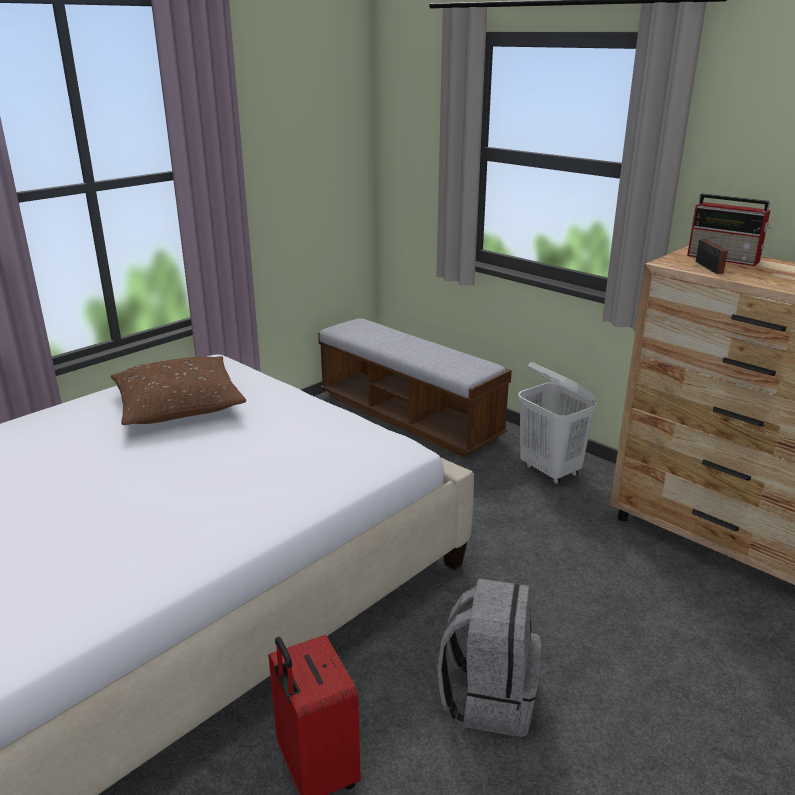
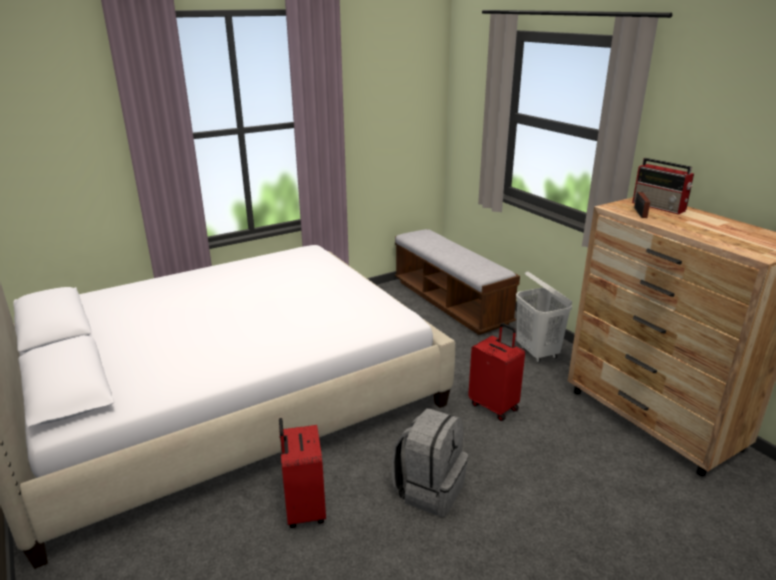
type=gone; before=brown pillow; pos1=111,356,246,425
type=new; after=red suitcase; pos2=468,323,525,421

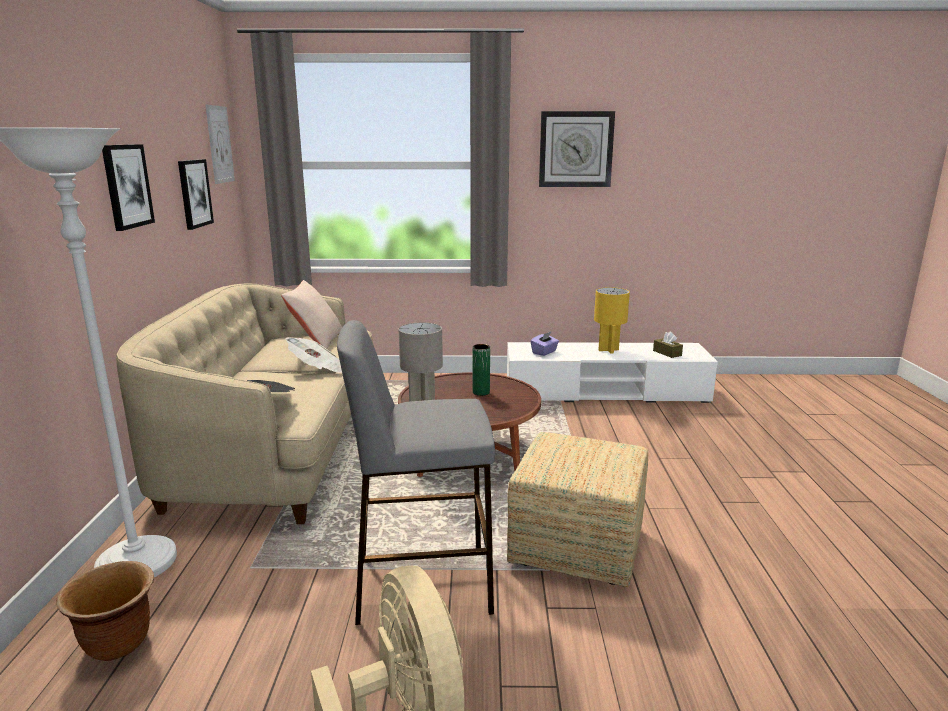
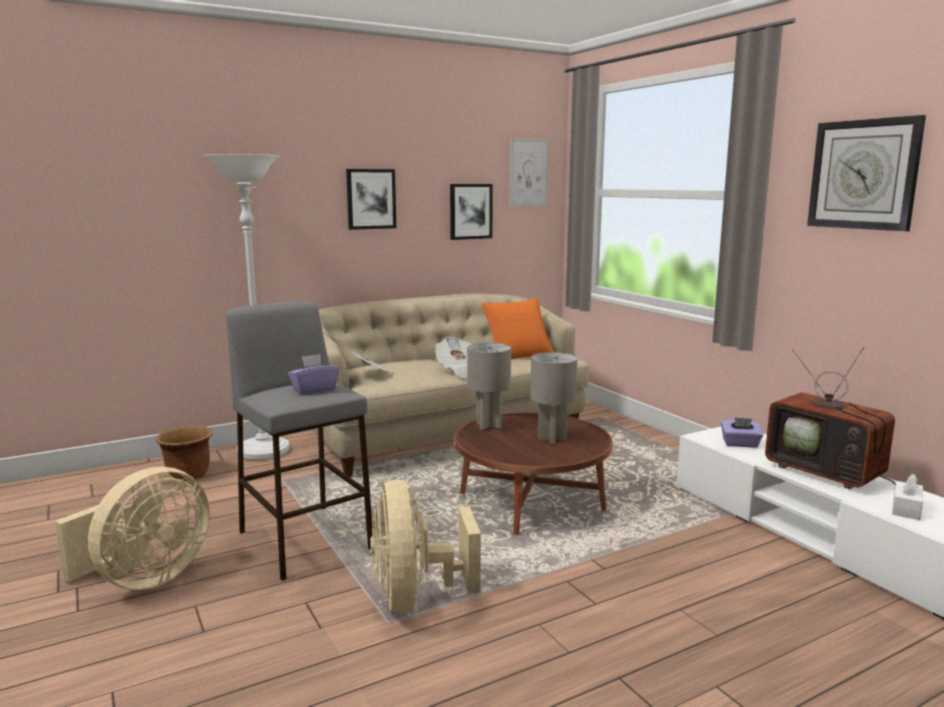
type=new; after=purple tissue box; pos2=288,354,339,394
type=swapped; before=green vase; after=grey table lamp; pos1=473,344,490,396; pos2=530,352,578,444
type=swapped; before=ottoman; after=beige fan; pos1=507,432,648,587; pos2=370,480,481,612
type=swapped; before=yellow table lamp; after=television; pos1=594,287,630,353; pos2=765,348,896,489
type=repainted; before=beige pillow; after=orange pillow; pos1=281,280,342,349; pos2=481,299,554,359
type=repainted; before=brown tissue box; after=white tissue box; pos1=653,332,683,358; pos2=892,474,923,520

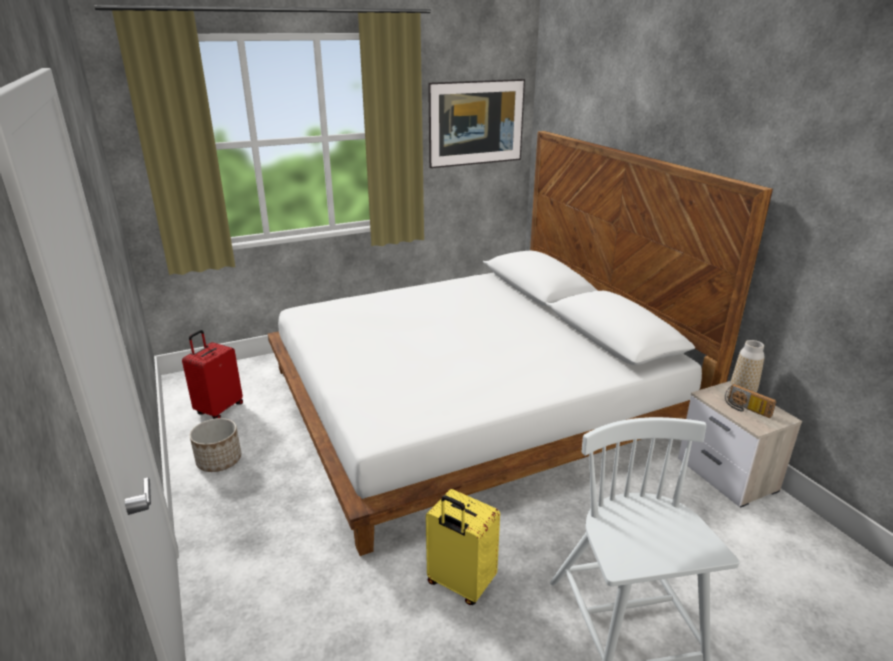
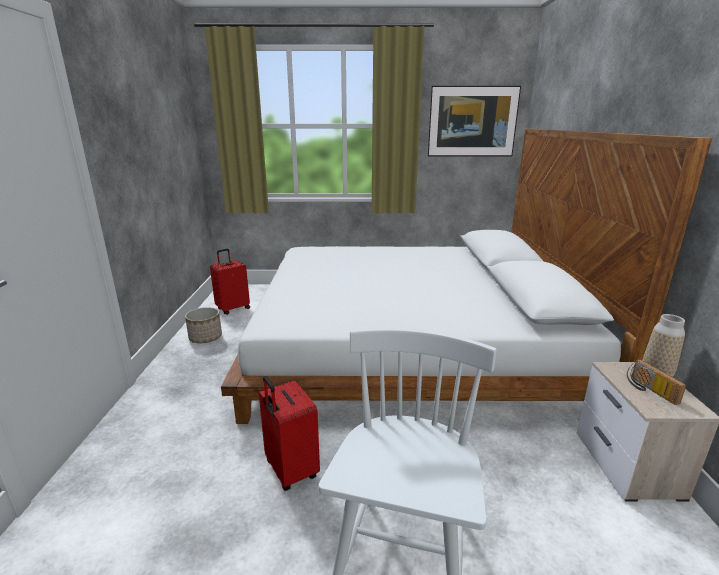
type=repainted; before=yellow suitcase; after=red suitcase; pos1=426,489,500,605; pos2=259,376,320,491

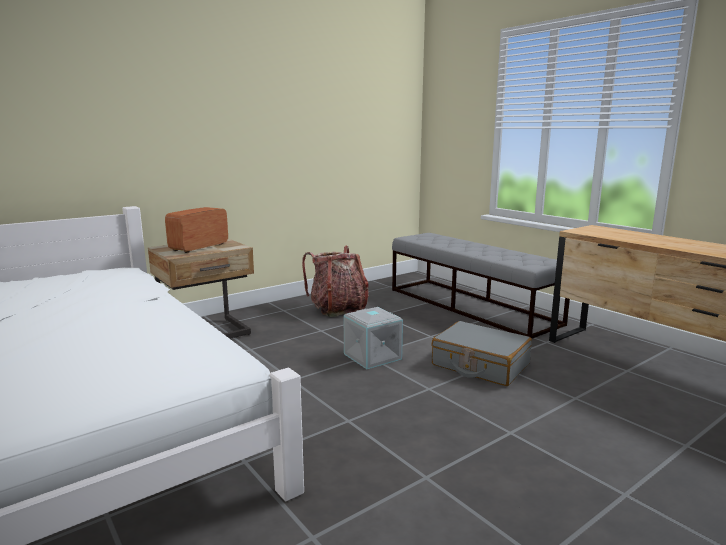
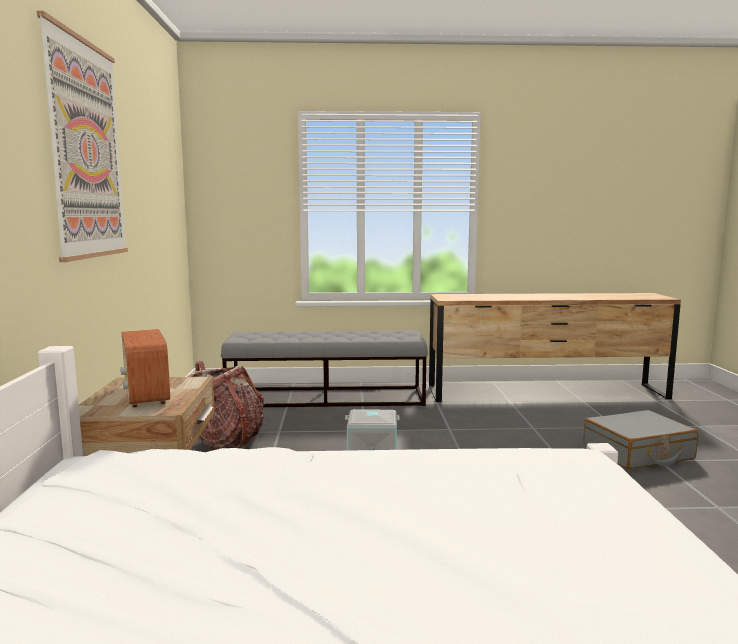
type=new; after=picture; pos2=37,11,128,262
type=shifted; before=grey suitcase; pos1=431,321,532,386; pos2=583,410,698,469

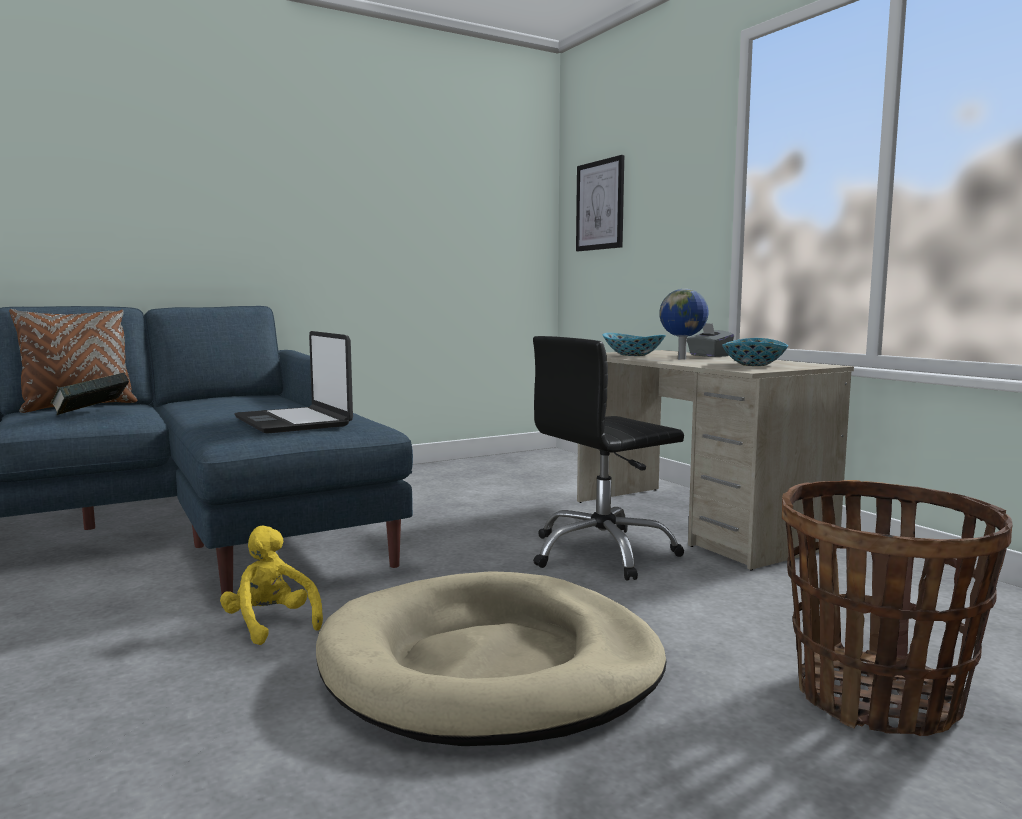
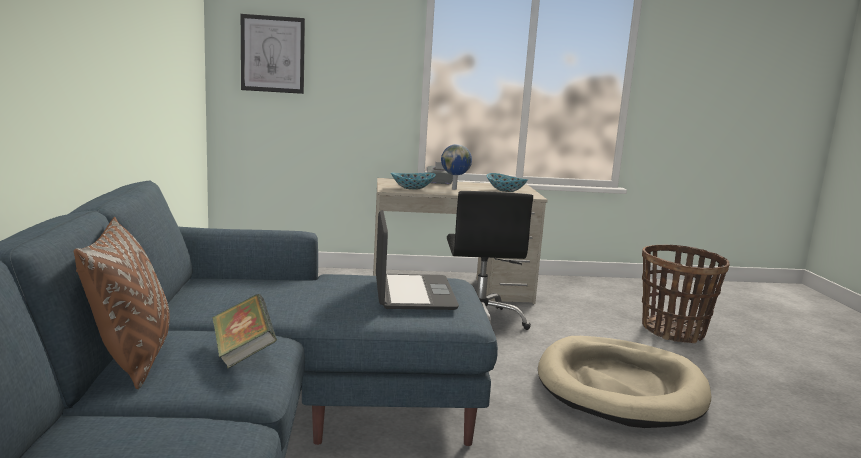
type=gone; before=yellow plush toy; pos1=220,526,323,645
type=rotated; before=laptop; pos1=235,331,353,434; pos2=376,210,459,310; turn=-90

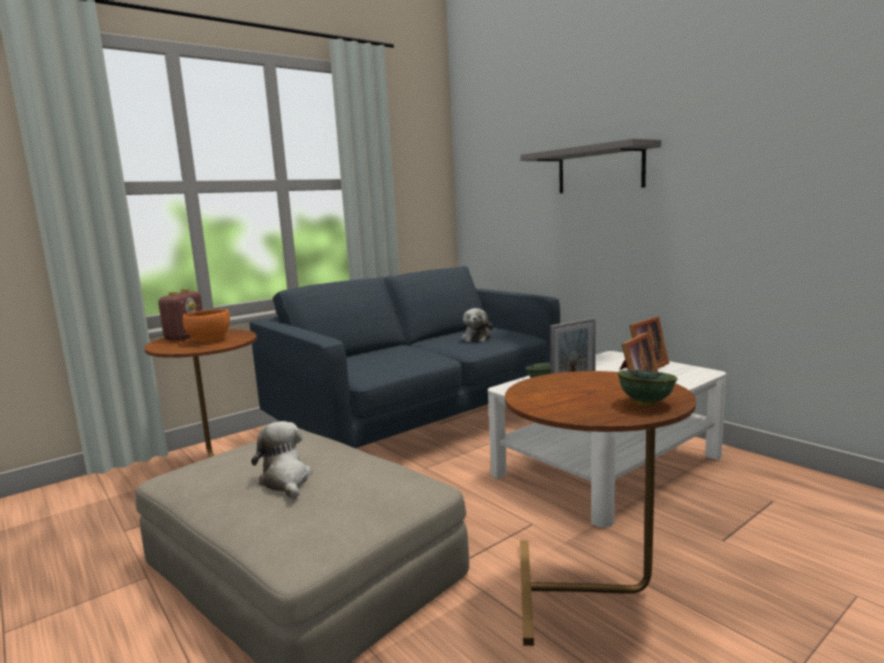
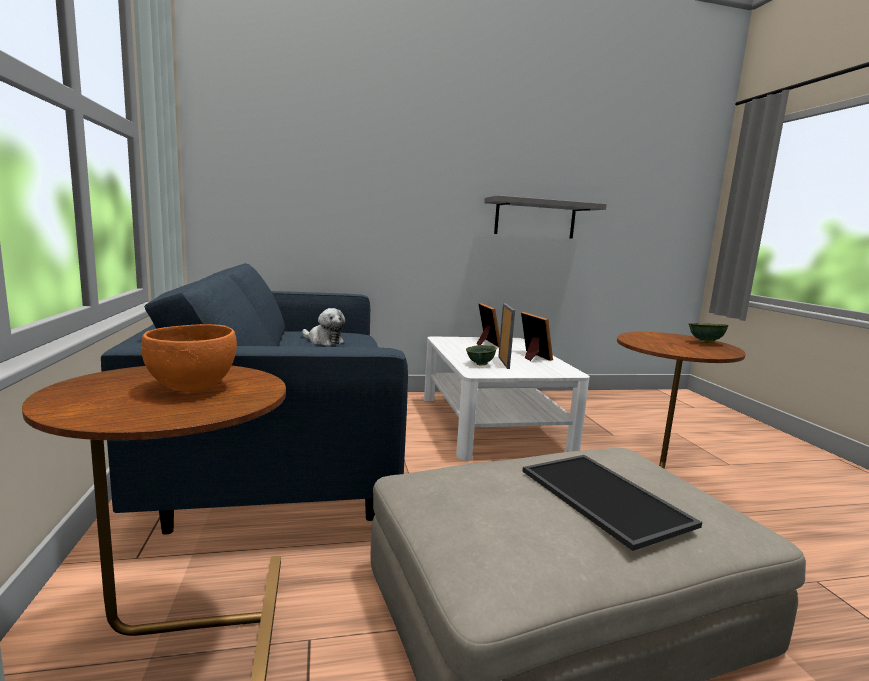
type=gone; before=radio; pos1=158,289,203,341
type=shifted; before=grey shelf; pos1=520,138,661,193; pos2=484,195,607,239
type=swapped; before=plush toy; after=tray; pos1=251,421,312,499; pos2=522,455,702,551

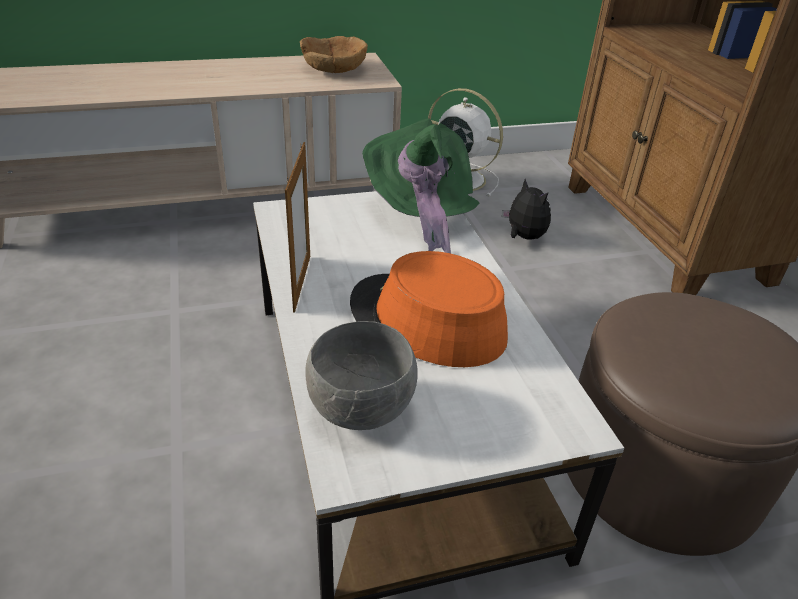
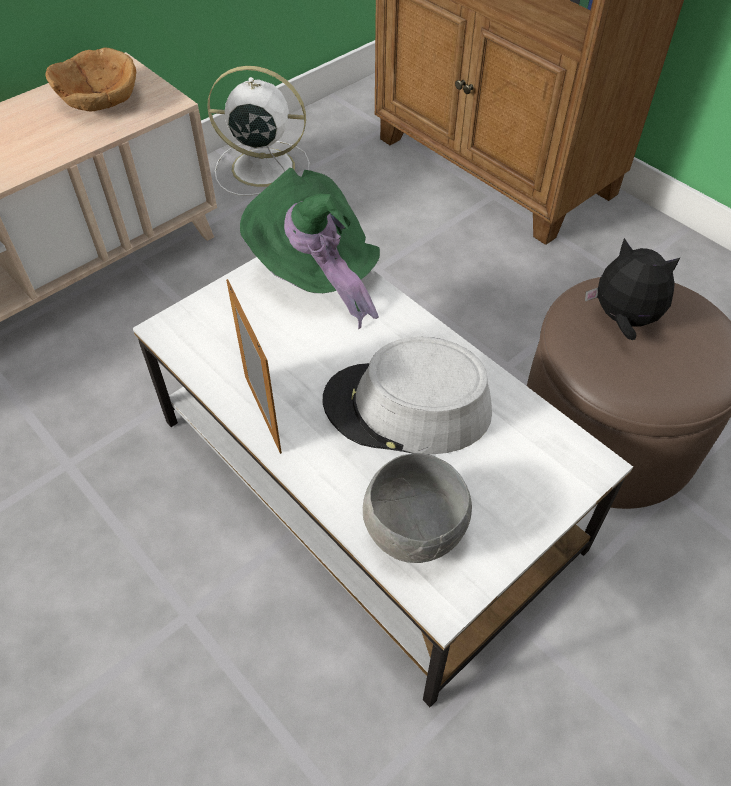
type=shifted; before=plush toy; pos1=502,179,551,240; pos2=585,238,680,340
type=repainted; before=orange hat; after=grey hat; pos1=350,251,508,367; pos2=323,337,492,454

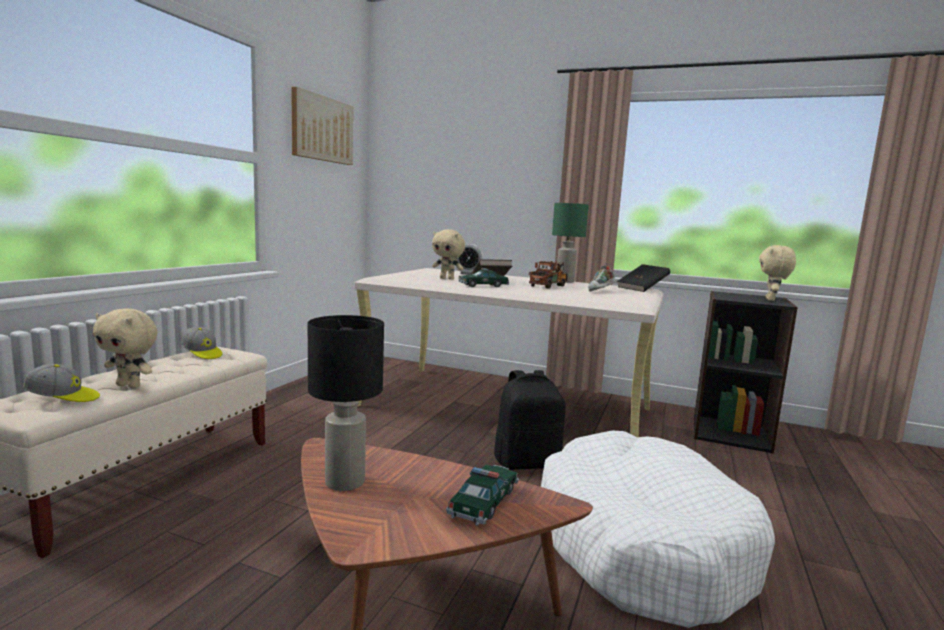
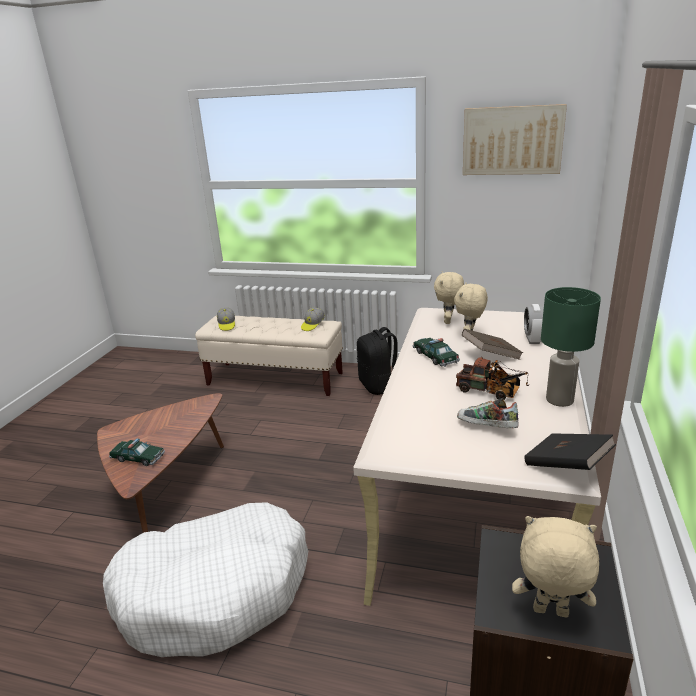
type=gone; before=black table lamp; pos1=308,315,384,491
type=shifted; before=beige plush toy; pos1=93,309,157,388; pos2=434,271,464,324
type=shifted; before=black backpack; pos1=494,370,565,470; pos2=357,327,398,395

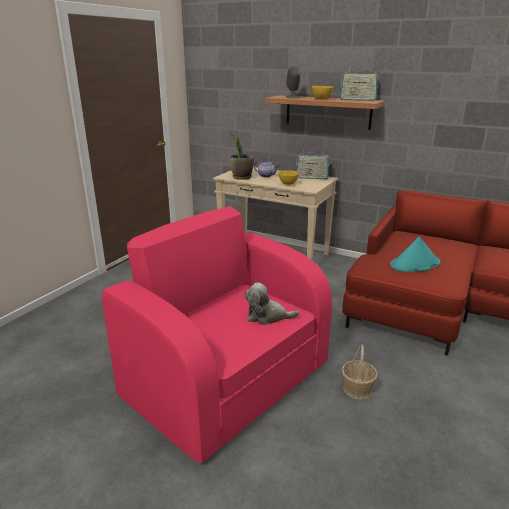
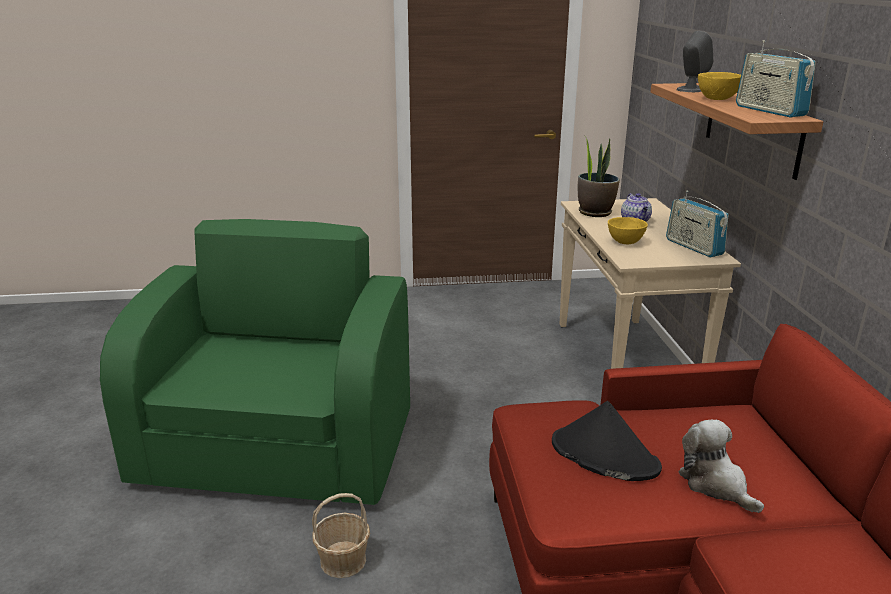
type=shifted; before=plush toy; pos1=245,282,299,325; pos2=679,420,764,513
type=repainted; before=pink armchair; after=green armchair; pos1=102,206,332,463; pos2=100,219,410,505
type=repainted; before=turquoise hat; after=black hat; pos1=390,237,441,272; pos2=552,401,662,481

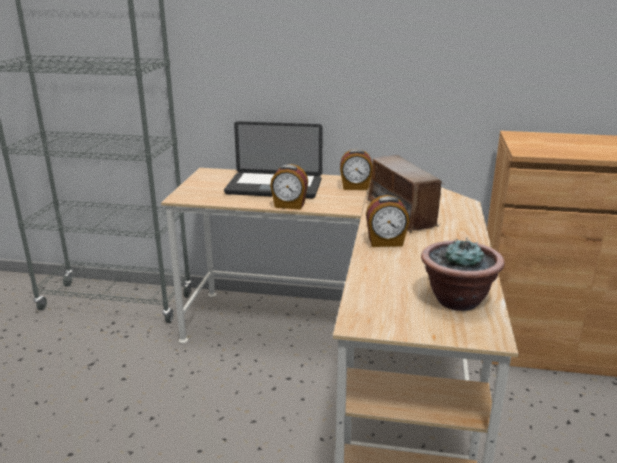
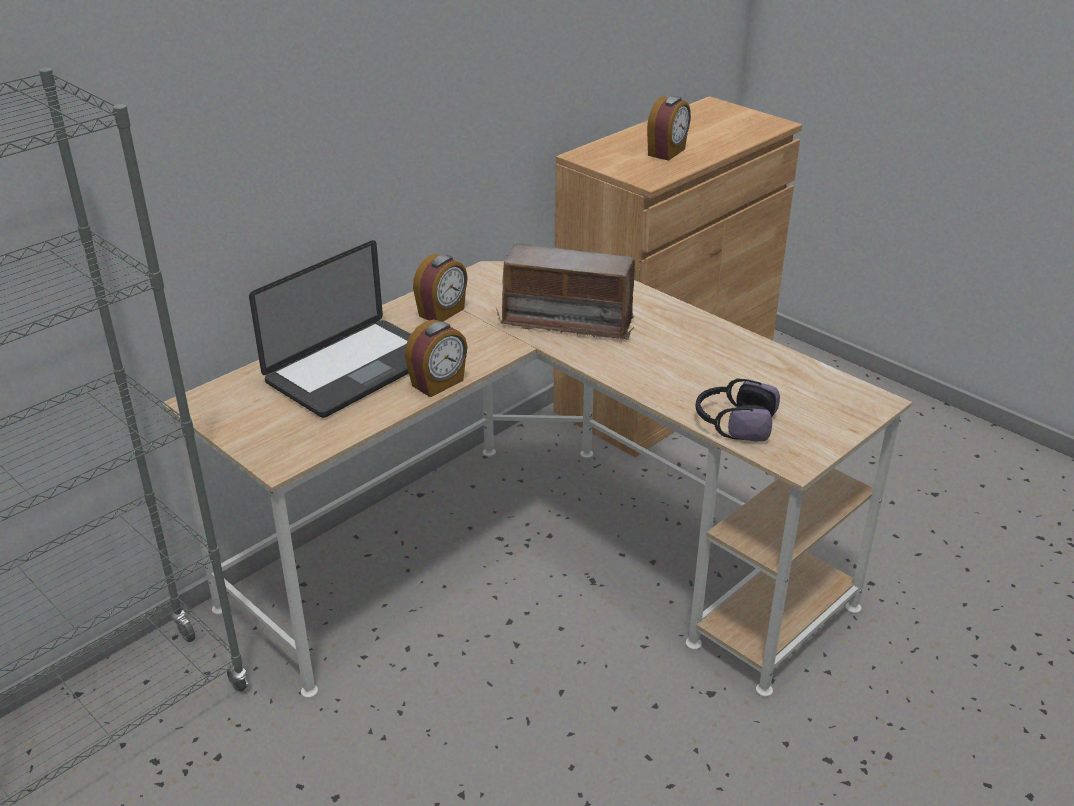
type=gone; before=potted plant; pos1=421,238,505,311
type=new; after=headphones; pos2=696,378,780,442
type=shifted; before=alarm clock; pos1=366,195,409,247; pos2=647,96,691,161

